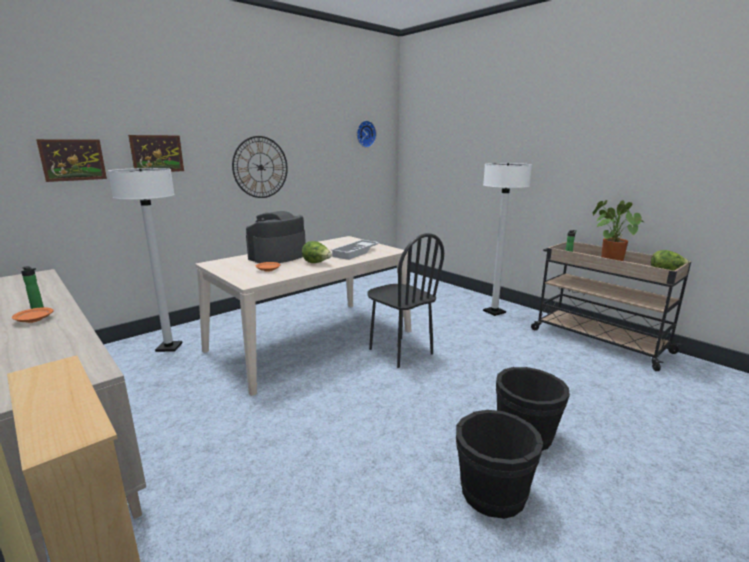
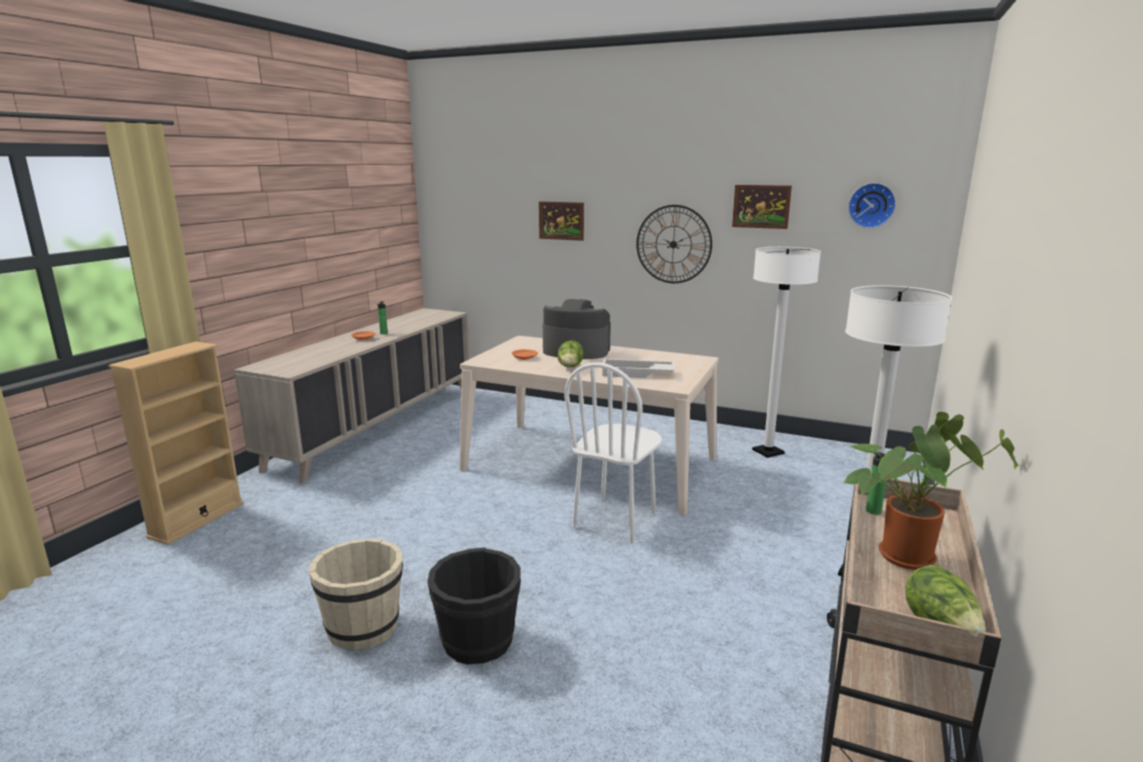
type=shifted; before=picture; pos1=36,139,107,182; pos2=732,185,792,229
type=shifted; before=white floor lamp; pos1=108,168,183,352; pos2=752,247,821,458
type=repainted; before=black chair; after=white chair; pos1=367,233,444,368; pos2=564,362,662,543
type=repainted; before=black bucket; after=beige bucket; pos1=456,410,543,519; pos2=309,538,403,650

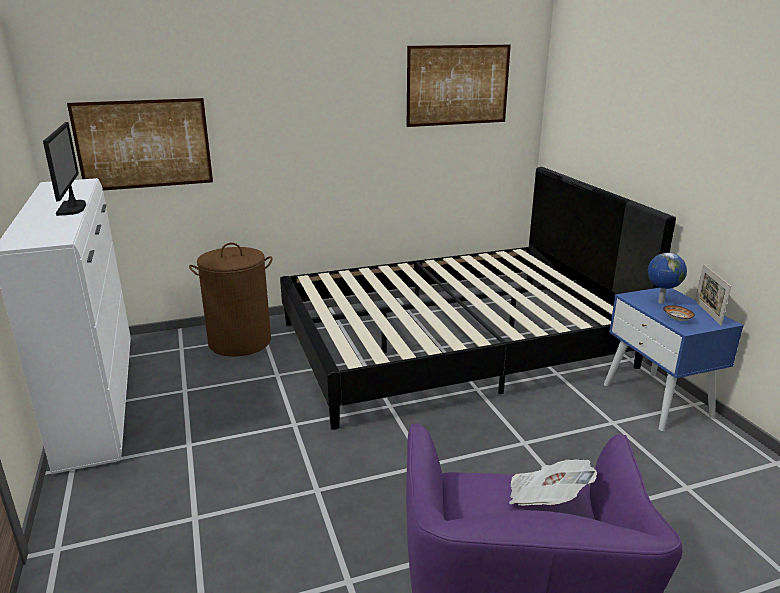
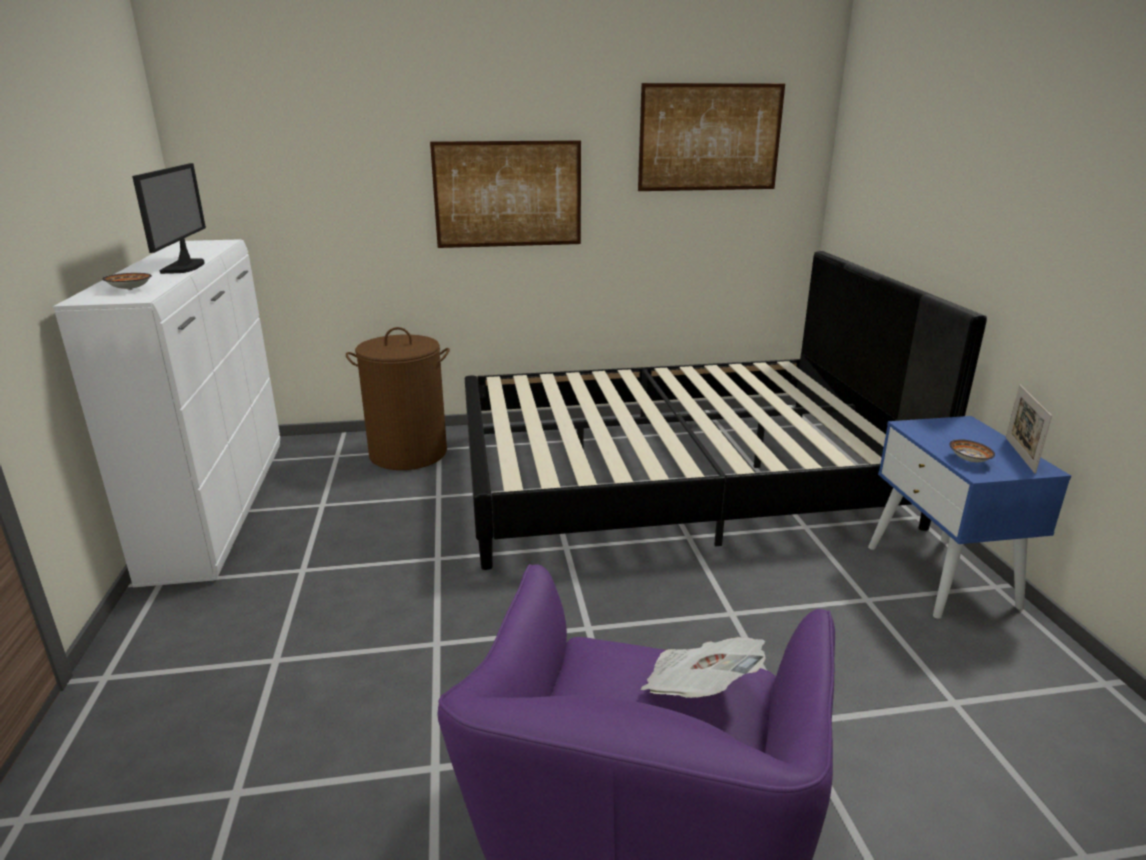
type=gone; before=globe; pos1=648,253,687,304
type=new; after=bowl; pos2=102,273,152,290
type=shifted; before=picture; pos1=67,98,213,191; pos2=430,140,581,248

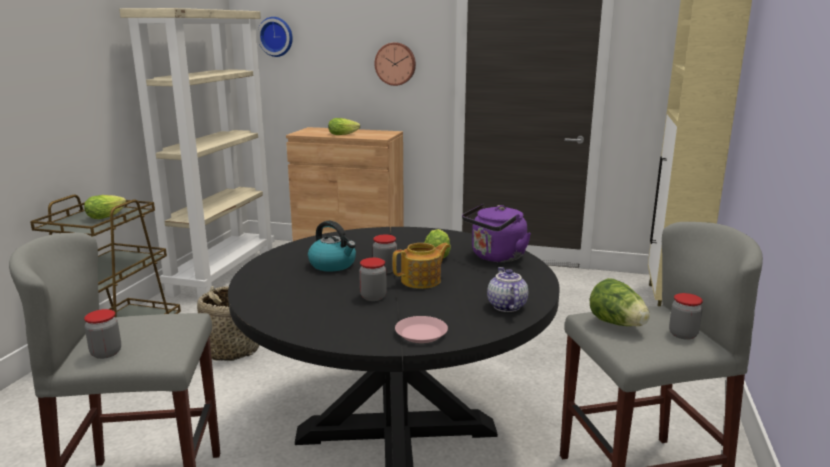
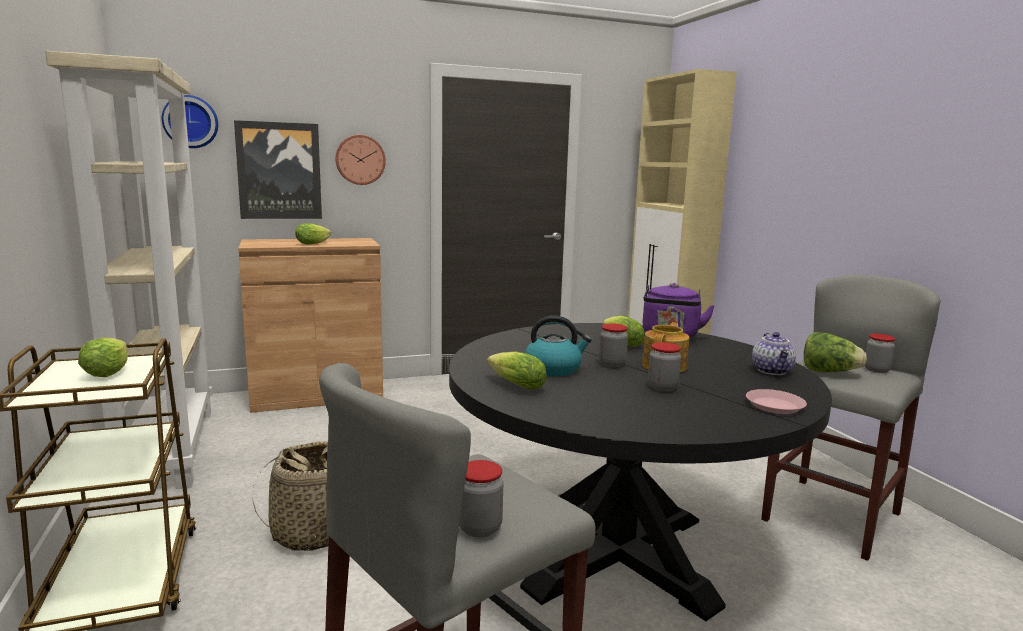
type=new; after=picture; pos2=234,120,322,219
type=new; after=lettuce; pos2=487,351,547,389
type=rotated; before=teapot; pos1=487,267,528,312; pos2=752,332,796,375; turn=-135

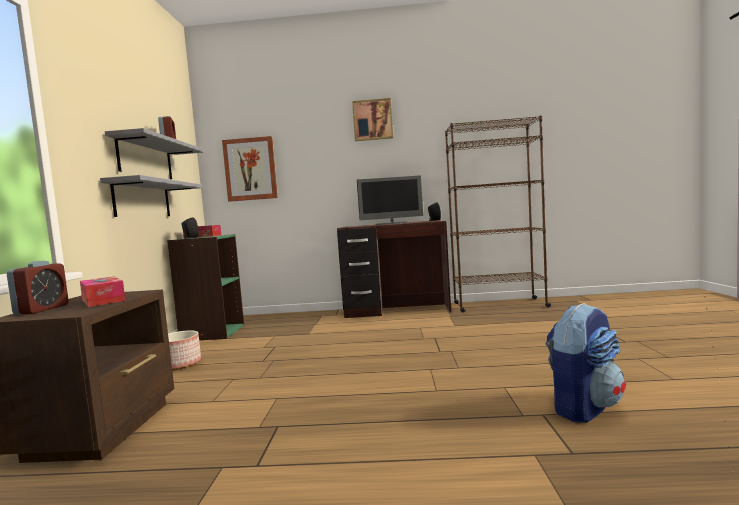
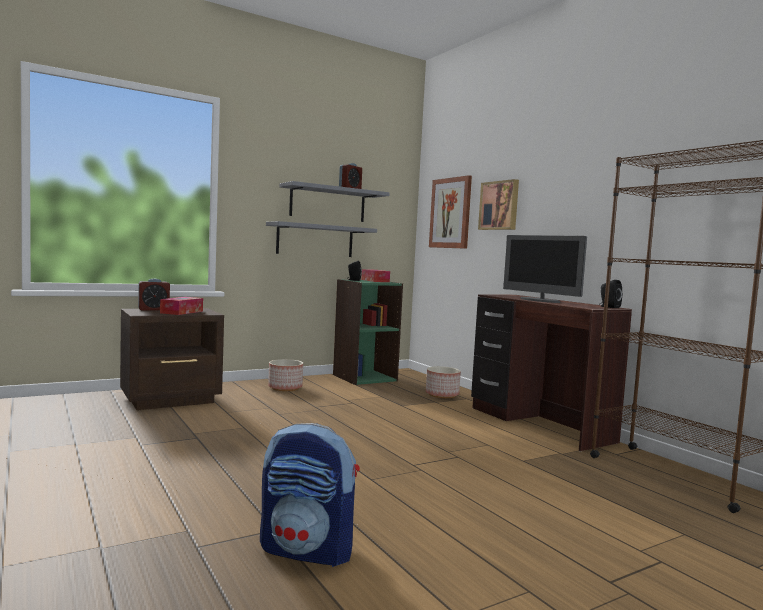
type=new; after=planter; pos2=426,366,461,398
type=shifted; before=picture; pos1=352,98,393,141; pos2=478,179,519,230

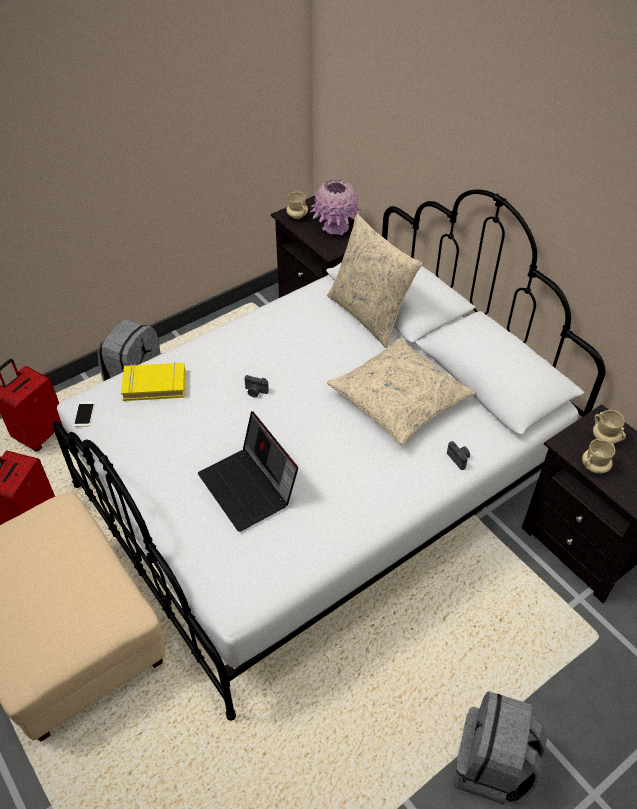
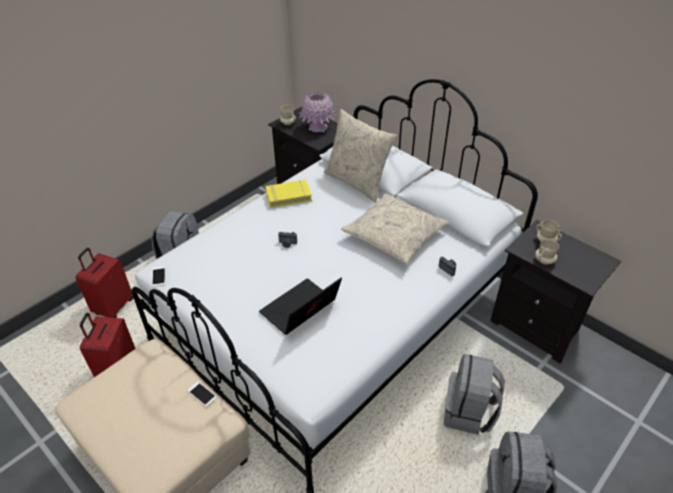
type=new; after=phone; pos2=187,382,217,407
type=new; after=grey backpack; pos2=444,354,505,435
type=shifted; before=yellow book; pos1=121,362,186,401; pos2=265,180,312,208
type=rotated; before=laptop; pos1=198,411,298,532; pos2=259,277,342,335; turn=90

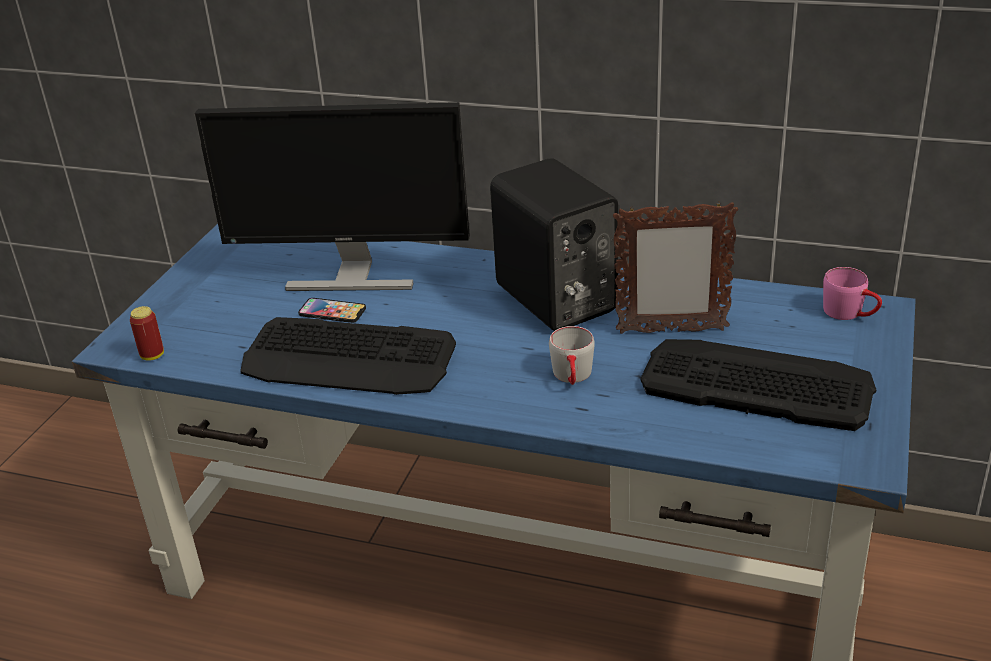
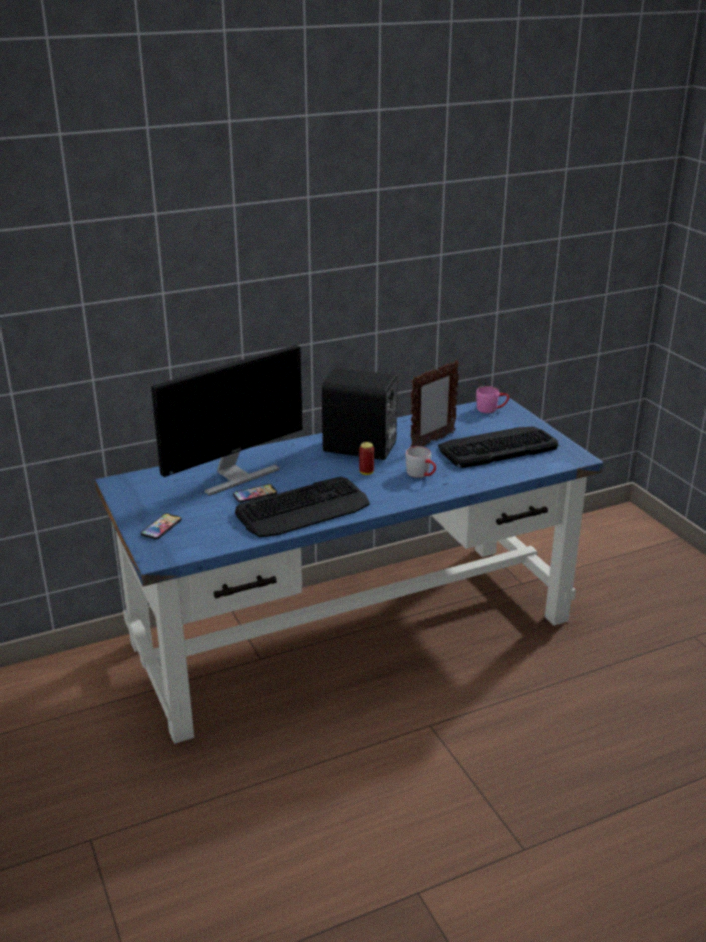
type=new; after=phone; pos2=141,513,182,539
type=shifted; before=can; pos1=130,306,164,361; pos2=359,442,374,475

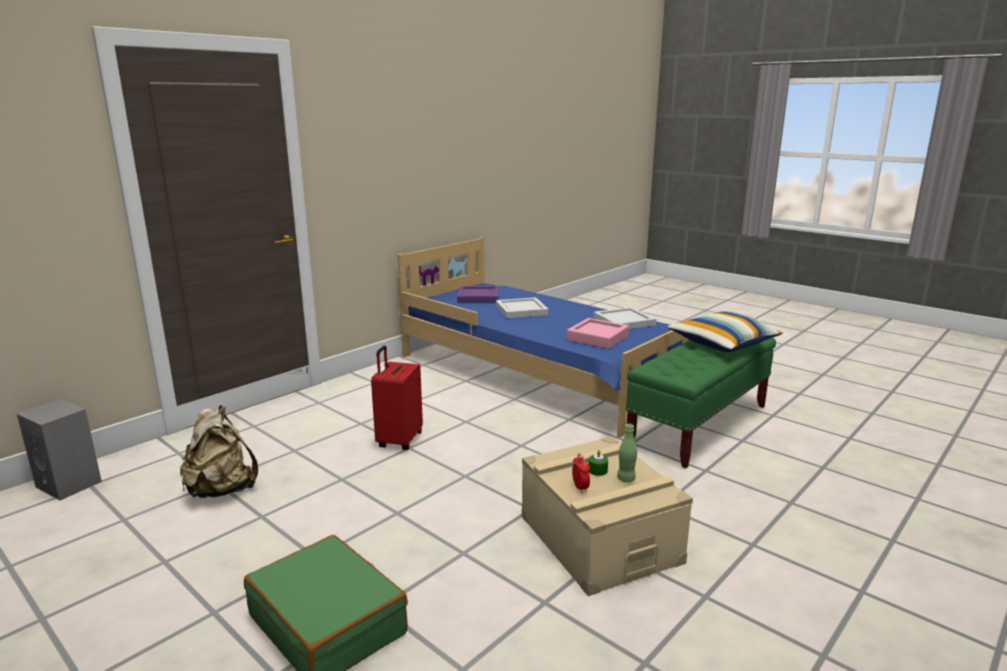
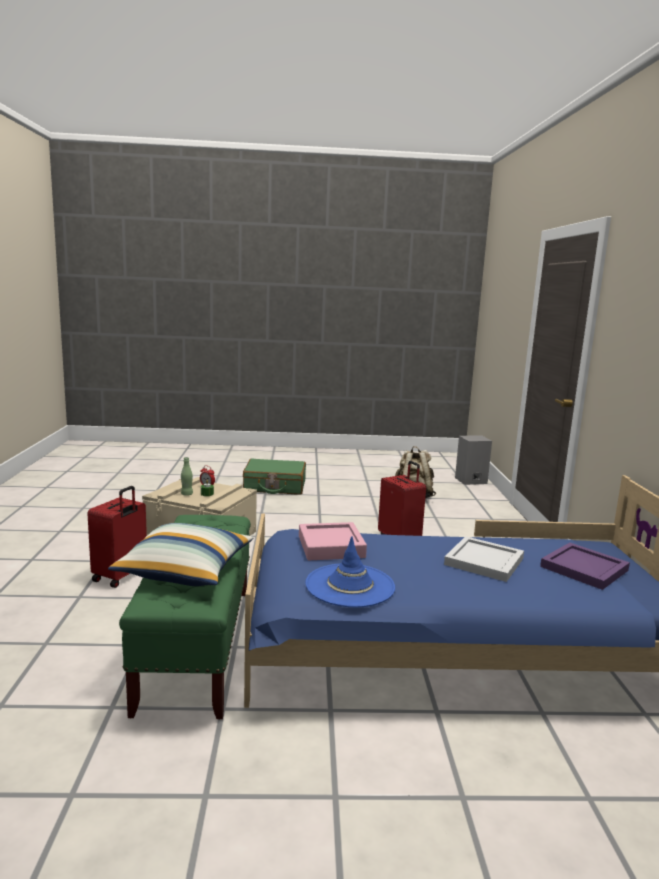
type=new; after=red suitcase; pos2=87,486,147,588
type=swapped; before=white tray; after=blue hat; pos1=593,307,656,329; pos2=305,536,395,607

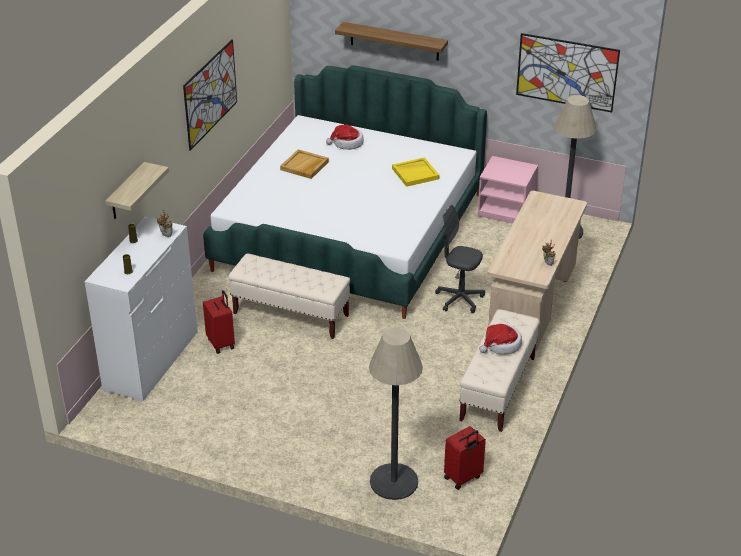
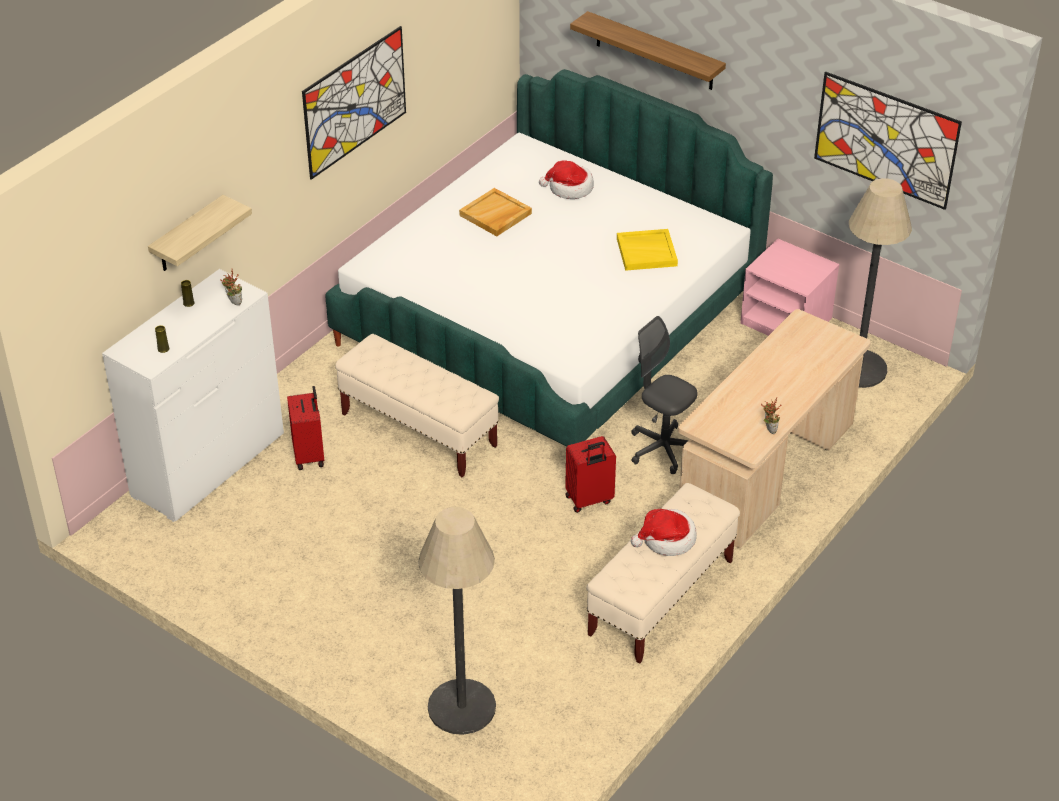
type=shifted; before=red suitcase; pos1=444,426,486,490; pos2=565,436,616,513

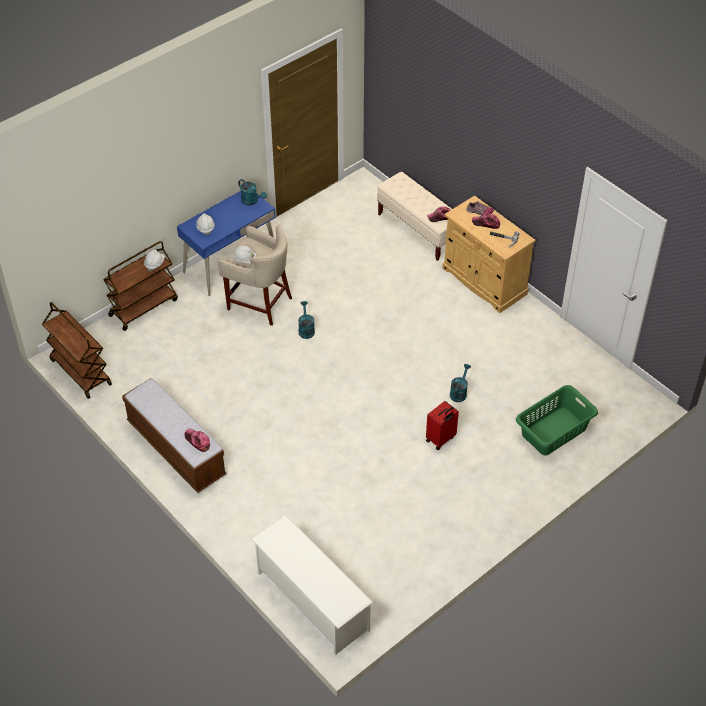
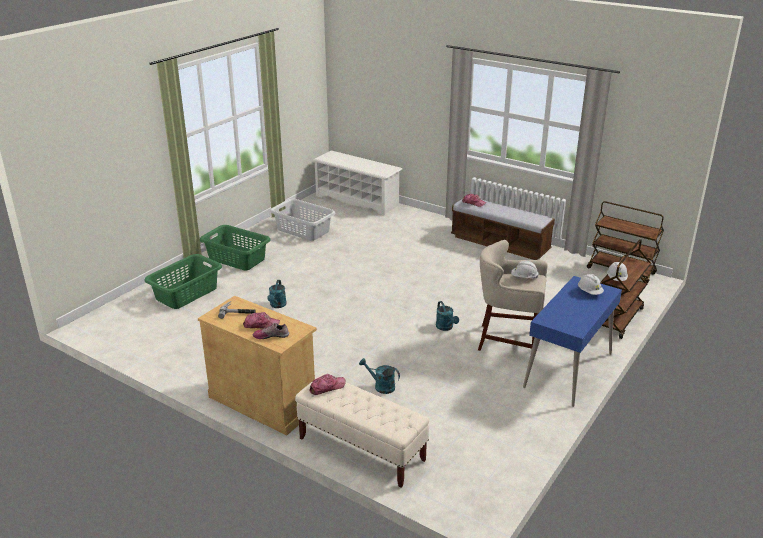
type=gone; before=red suitcase; pos1=426,401,459,450
type=new; after=green laundry basket; pos2=200,225,271,271
type=new; after=grey laundry basket; pos2=270,199,335,241
type=shifted; before=turquoise watering can; pos1=238,179,267,205; pos2=359,358,400,394

